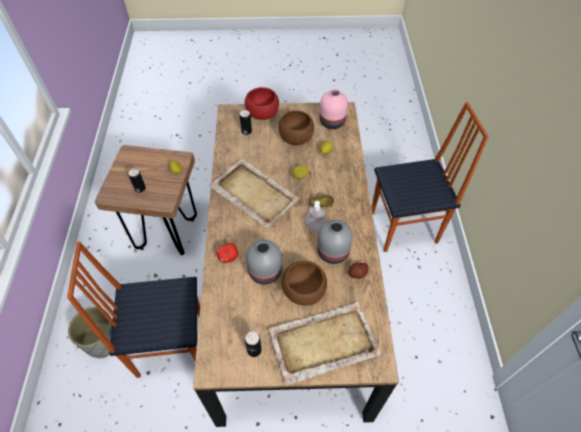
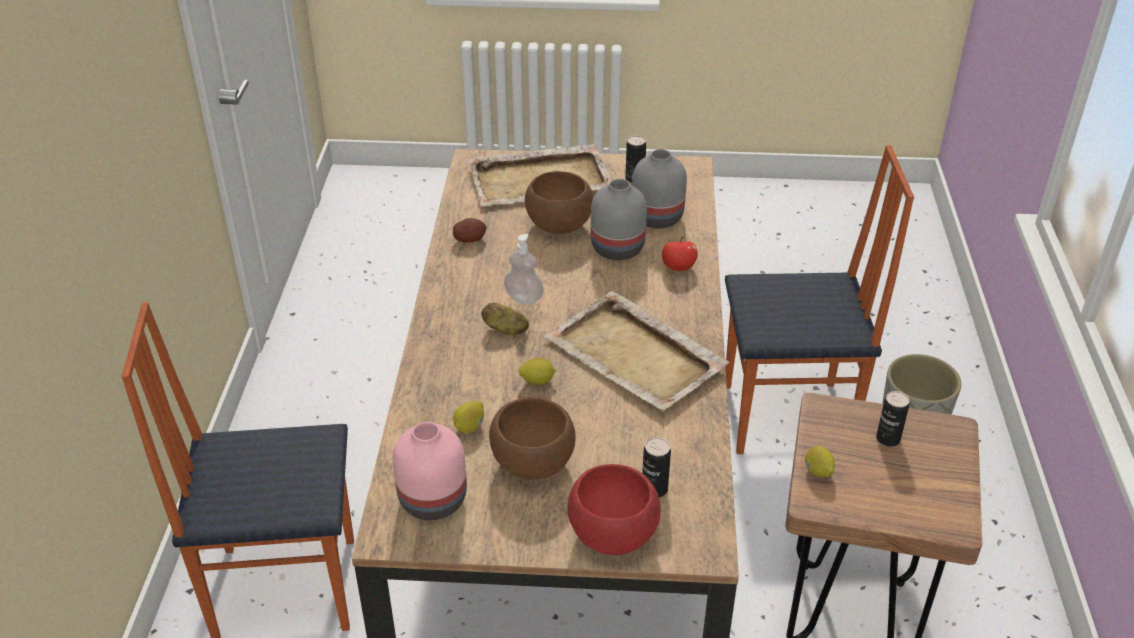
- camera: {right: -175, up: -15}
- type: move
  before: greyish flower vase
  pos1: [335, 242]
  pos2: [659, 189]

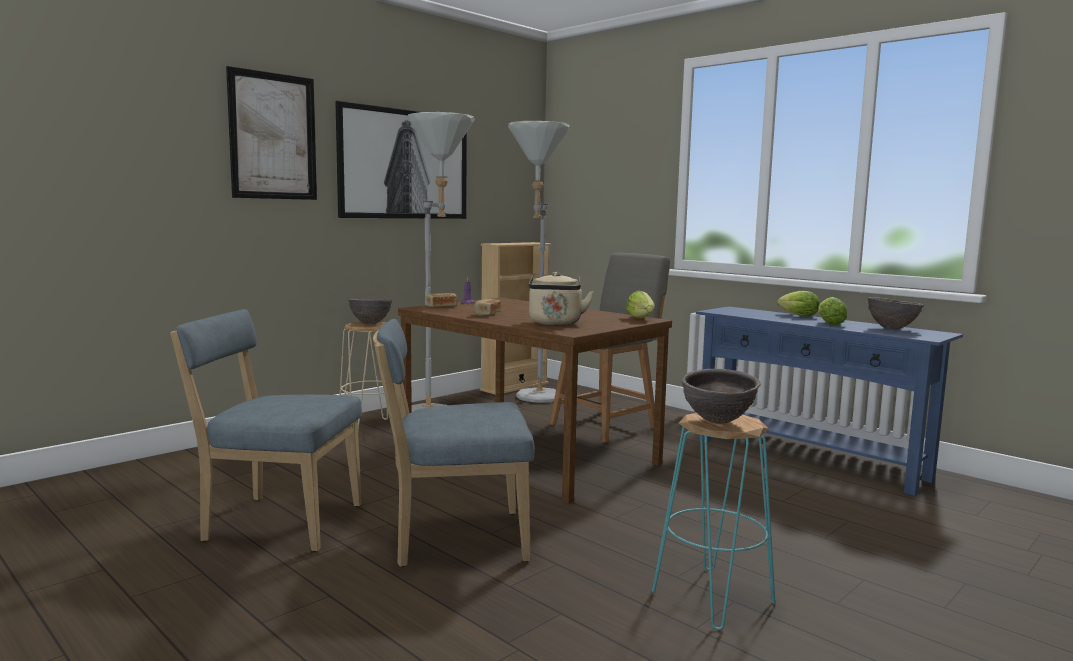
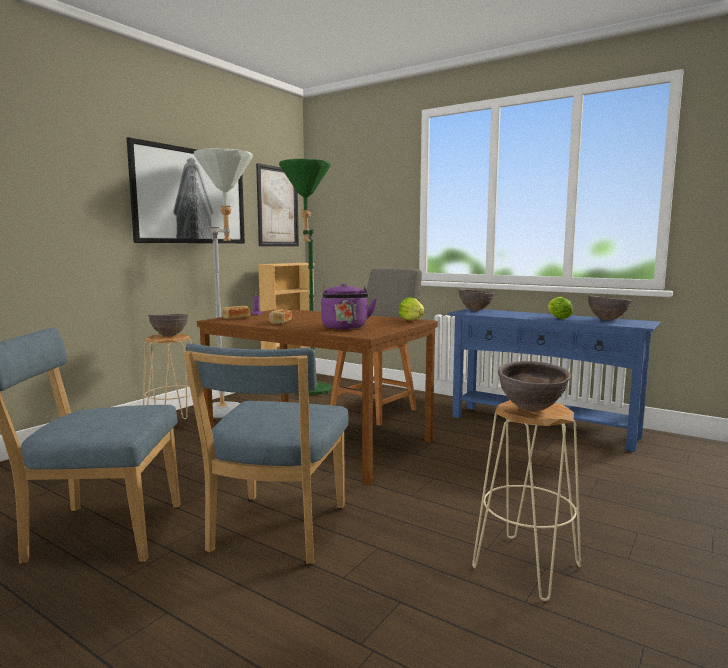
- camera: {right: -10, up: 0}
- type: rotate
  before: blue chair
  pos1: [454, 443]
  pos2: [265, 453]
  turn: -60
- type: move
  before: wall picture
  pos1: [271, 133]
  pos2: [277, 204]
- type: recolor
  before: greyish floor lamp
  after: green floor lamp
  pos1: [539, 262]
  pos2: [305, 277]
- type: recolor
  before: beige-coloured tea kettle
  after: purple tea kettle
  pos1: [561, 298]
  pos2: [349, 306]
- type: insert
  after: brown deep dish
  pos2: [477, 300]
- type: recolor
  before: turquoise-coloured stool seat
  after: beige-coloured stool seat
  pos1: [713, 521]
  pos2: [526, 500]
- type: delete
  before: lettuce head
  pos1: [798, 304]

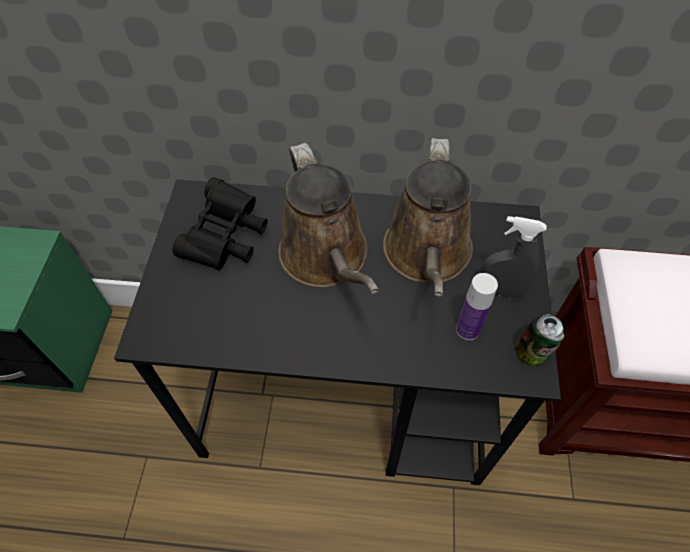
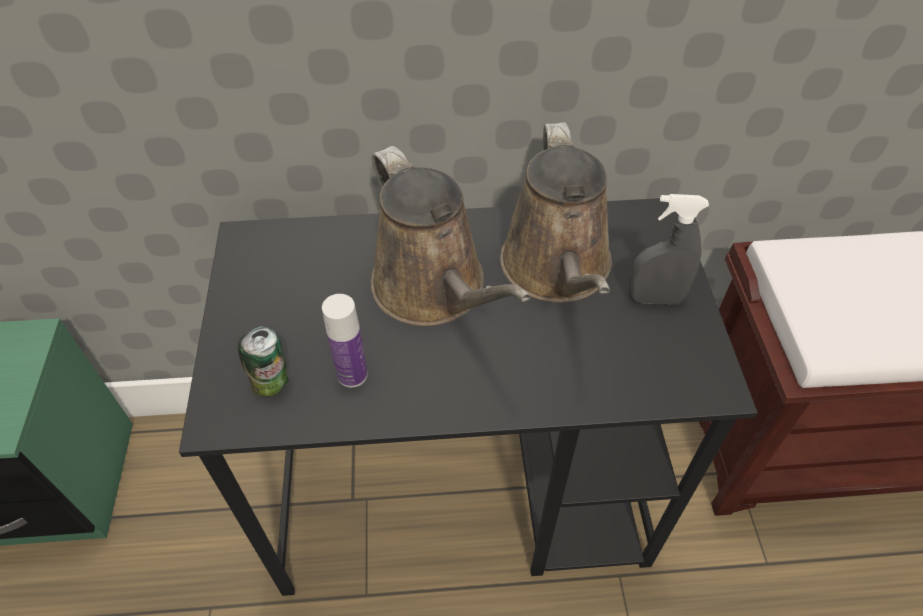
- camera: {right: -10, up: -5}
- type: move
  before: can
  pos1: [539, 339]
  pos2: [263, 361]
- type: move
  before: beverage bottle
  pos1: [477, 306]
  pos2: [345, 341]
- type: delete
  before: black pair of binoculars
  pos1: [220, 224]

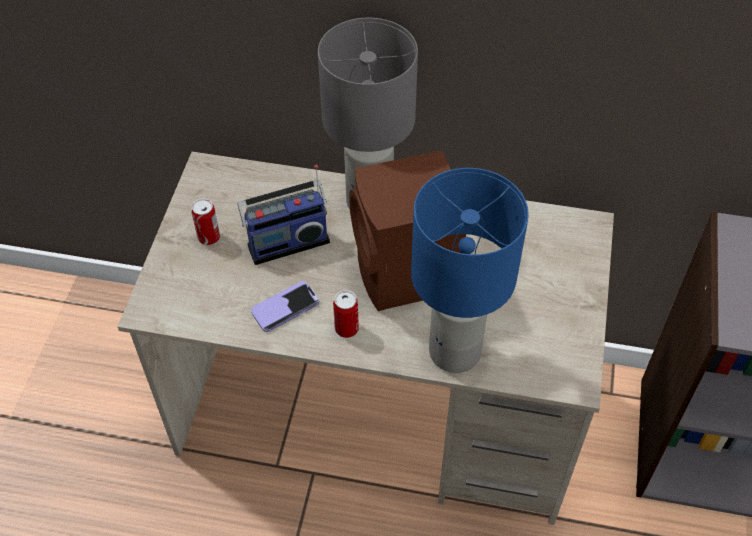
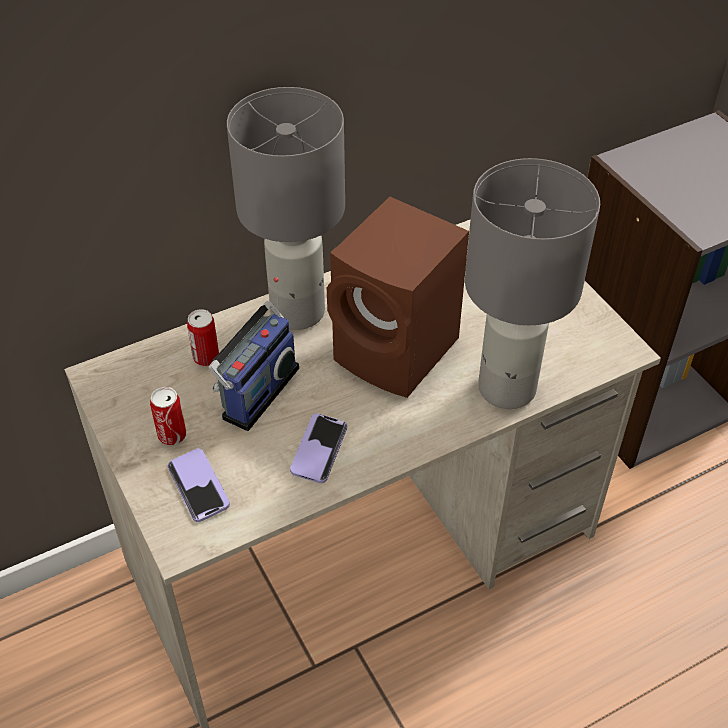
- camera: {right: -40, up: -5}
- type: insert
  after: phone
  pos2: [198, 485]
- type: move
  before: can
  pos1: [346, 314]
  pos2: [203, 337]
- type: recolor
  before: blue table lamp
  after: greyish table lamp
  pos1: [470, 270]
  pos2: [532, 283]

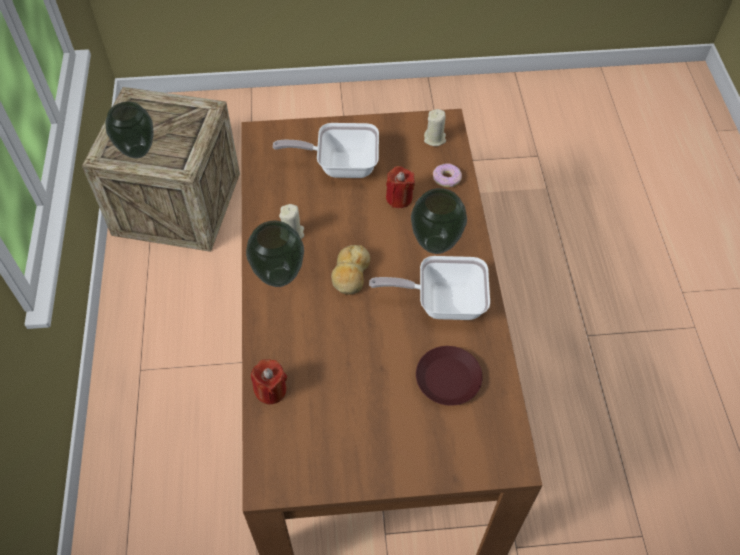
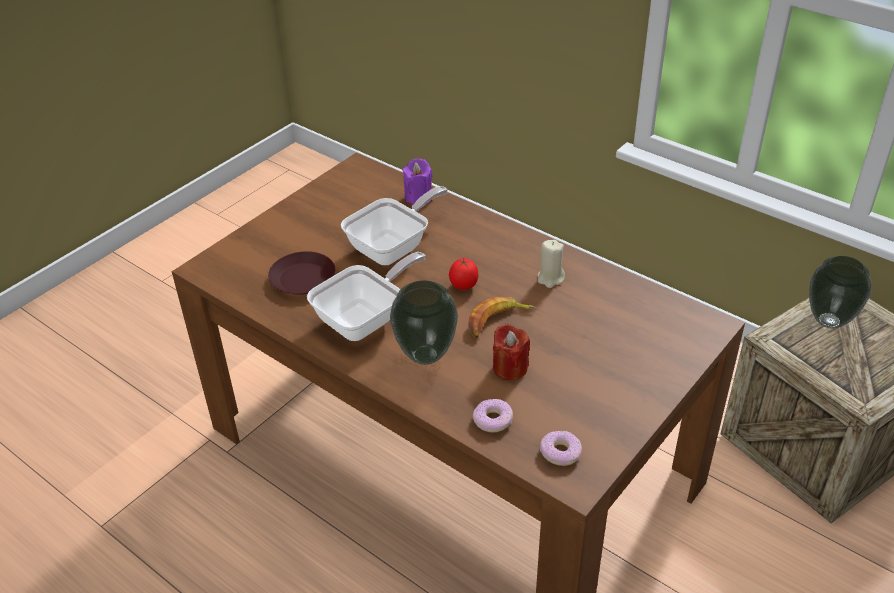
- camera: {right: 135, up: -15}
- type: move
  before: skillet
  pos1: [326, 150]
  pos2: [394, 225]
- type: recolor
  before: reddish candle
  after: purple candle
  pos1: [269, 381]
  pos2: [417, 181]
- type: replace
  before: bread
  after: tomato
  pos1: [350, 270]
  pos2: [463, 273]
- type: insert
  after: banana
  pos2: [501, 317]
- type: replace
  before: beige-coloured candle
  after: donut
  pos1: [435, 127]
  pos2: [561, 448]
- type: delete
  before: flower vase
  pos1: [275, 254]

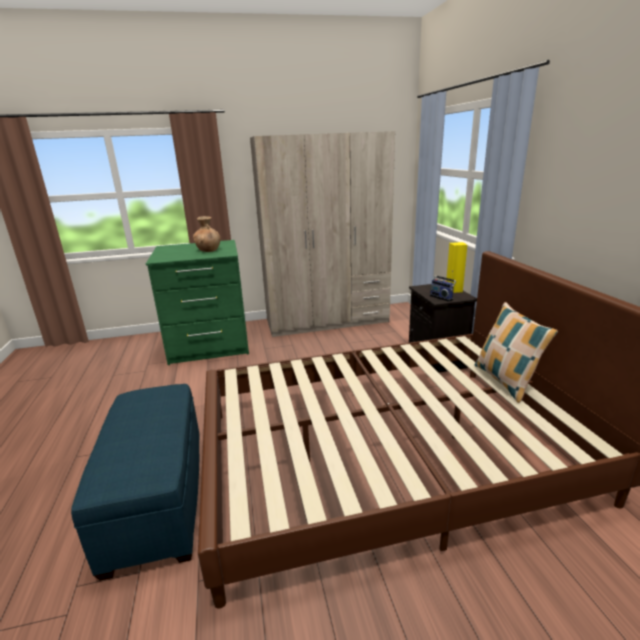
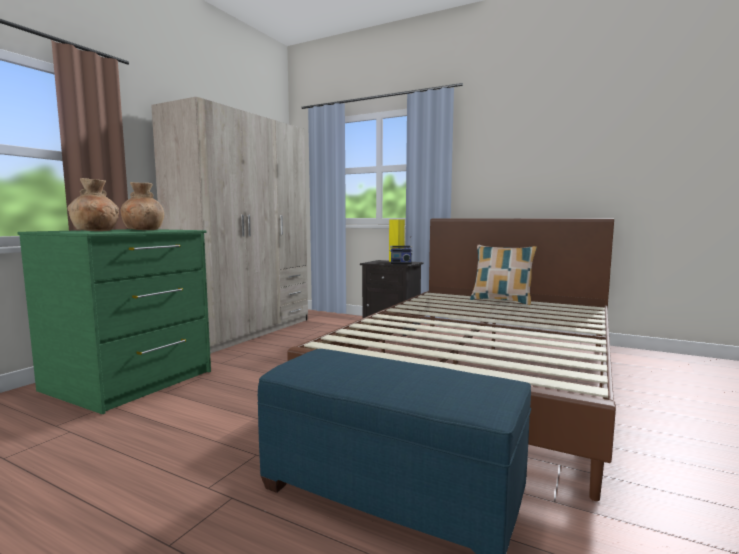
- camera: {right: -50, up: -15}
- type: insert
  after: brown flower vase
  pos2: [93, 204]

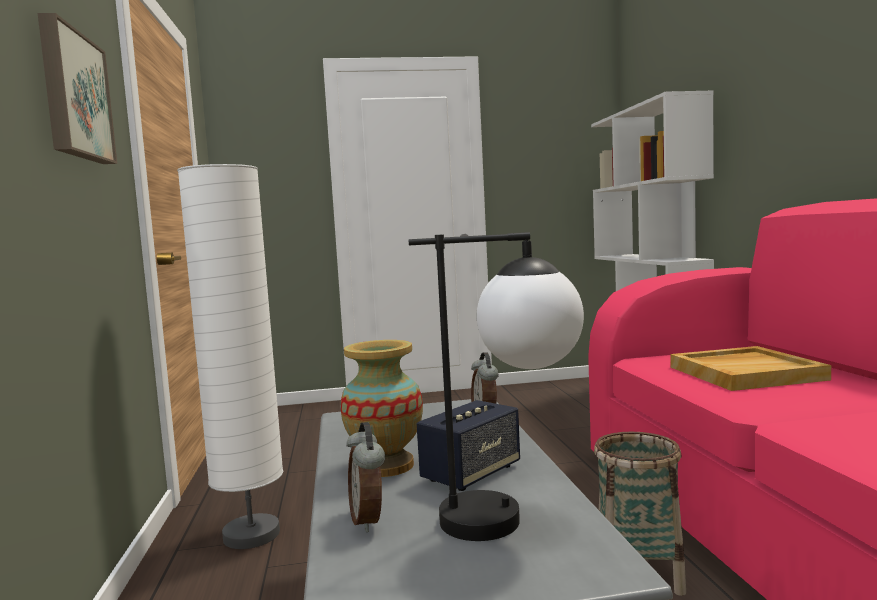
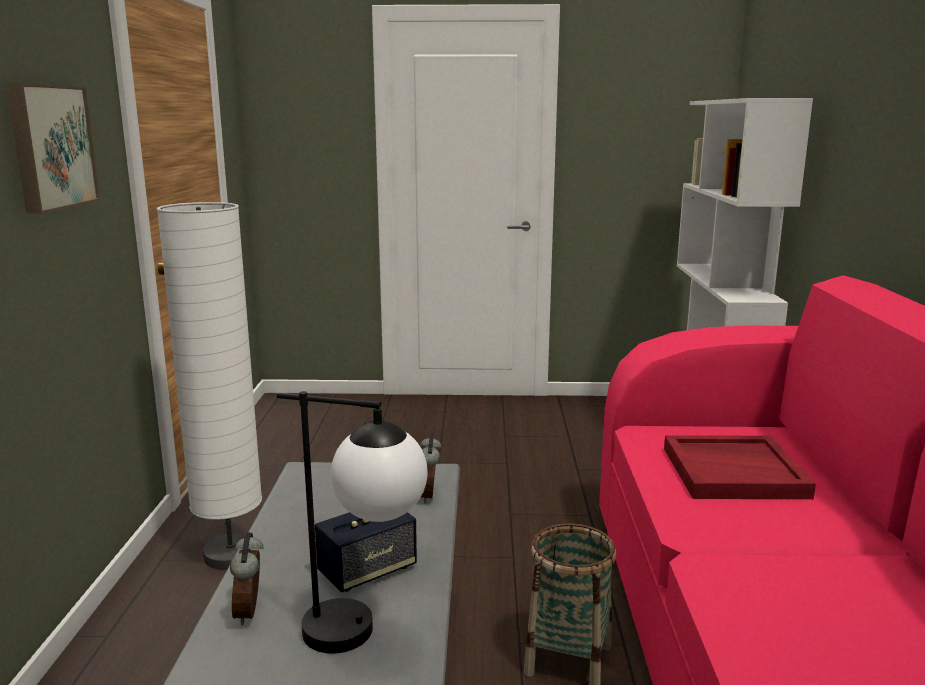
- camera: {right: 10, up: 10}
- type: recolor
  before: beige-coloured serving tray
  after: reddish serving tray
  pos1: [750, 368]
  pos2: [740, 467]
- type: delete
  before: flower vase
  pos1: [382, 408]

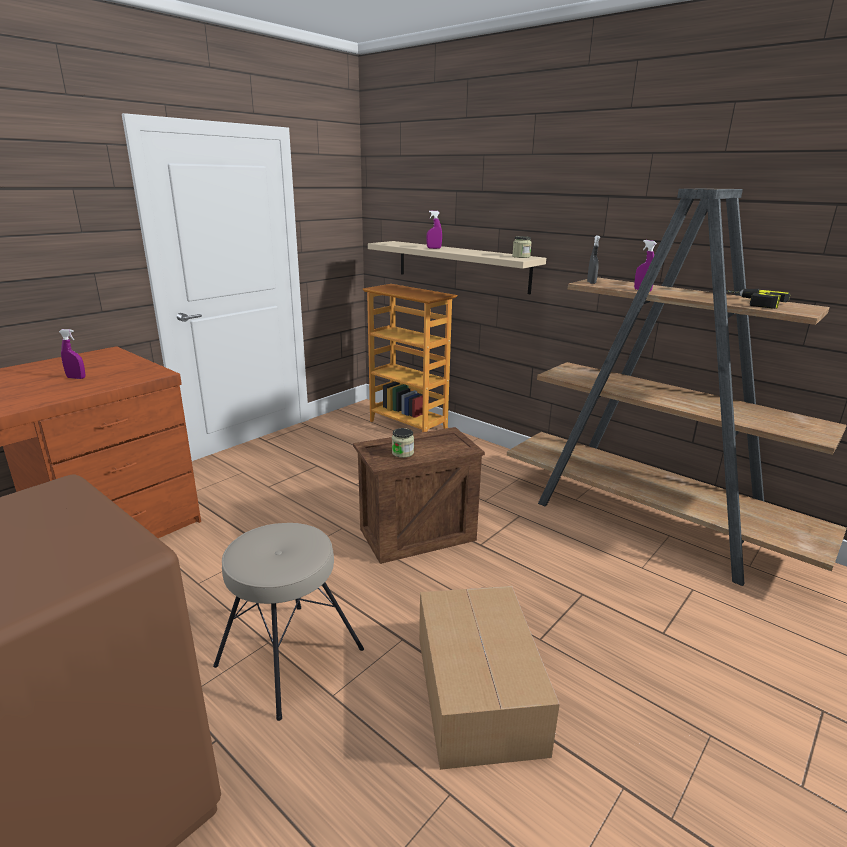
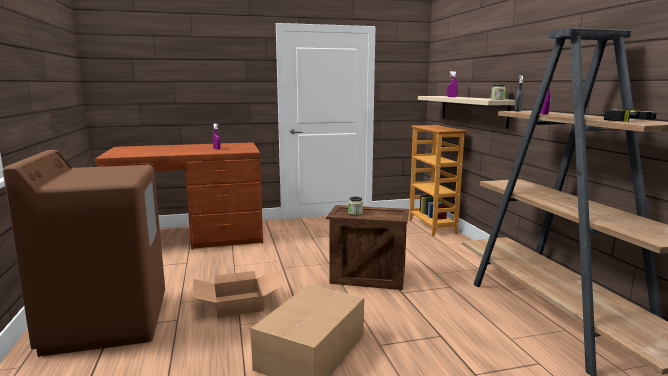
- camera: {right: 35, up: -10}
- type: replace
  before: beige-coloured stool seat
  after: cardboard box
  pos1: [288, 622]
  pos2: [238, 293]

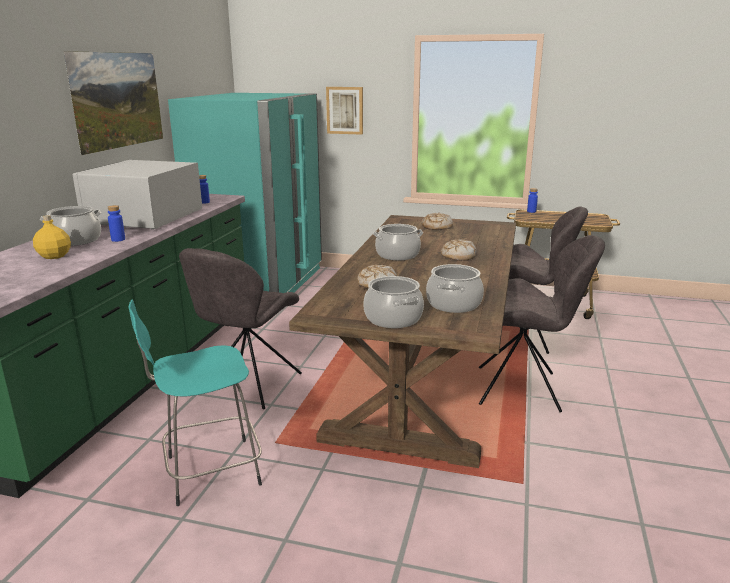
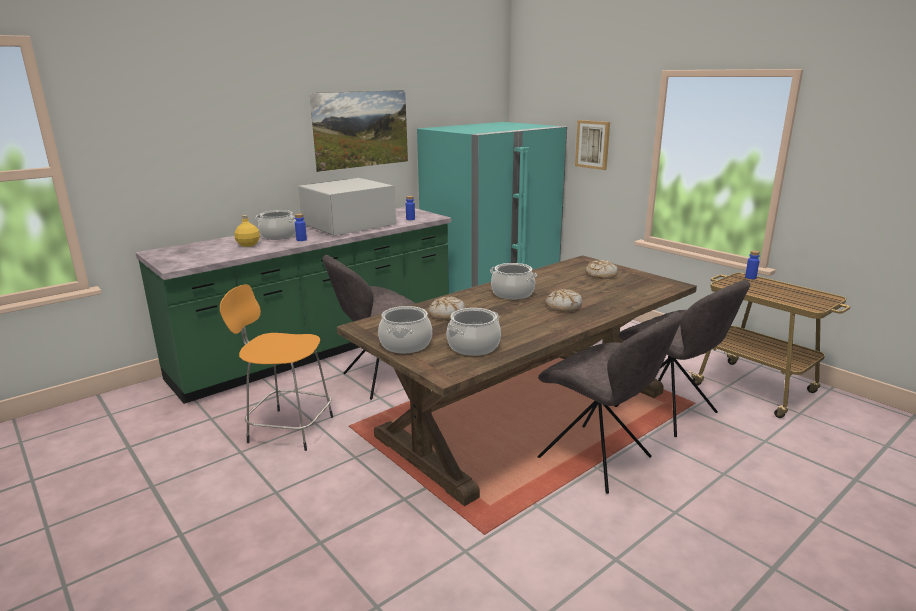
- camera: {right: 35, up: 0}
- type: recolor
  before: turquoise-coloured stool seat
  after: orange-coloured stool seat
  pos1: [195, 403]
  pos2: [276, 367]

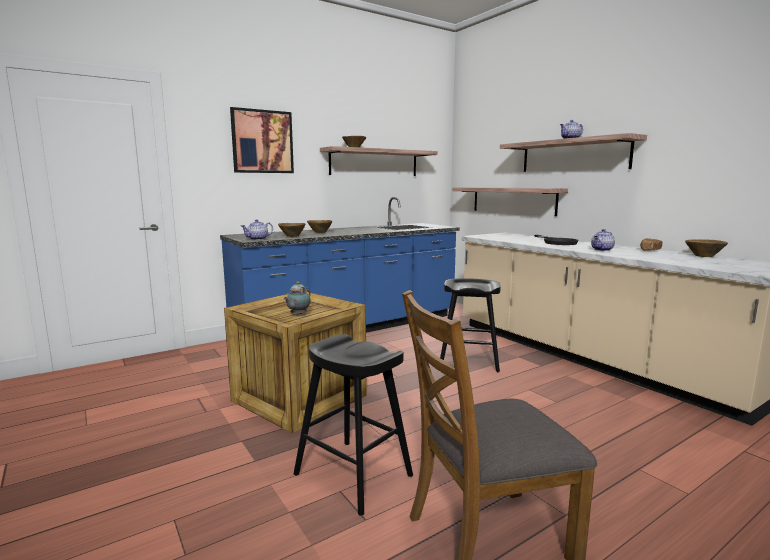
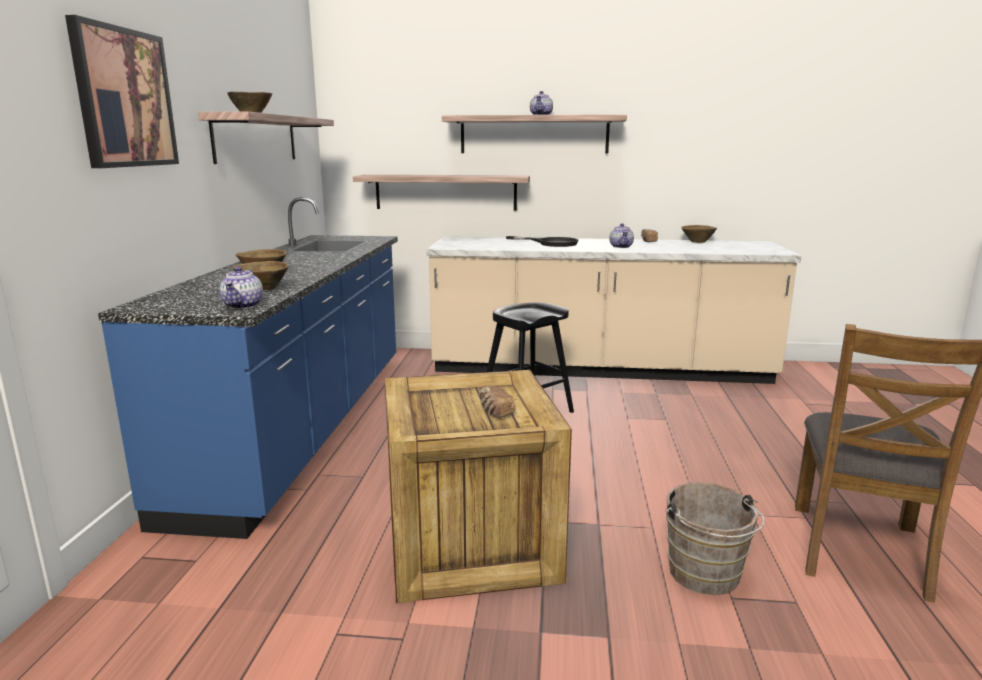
- camera: {right: -50, up: 5}
- type: replace
  before: teapot
  after: bread
  pos1: [297, 298]
  pos2: [497, 402]
- type: replace
  before: black stool seat
  after: brown water bucket
  pos1: [353, 425]
  pos2: [715, 538]

